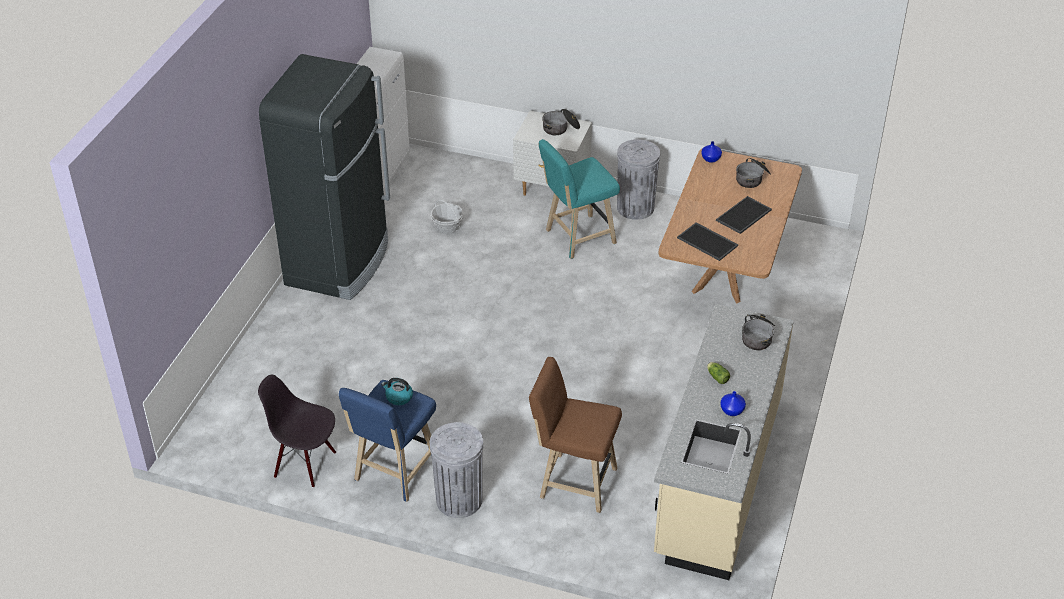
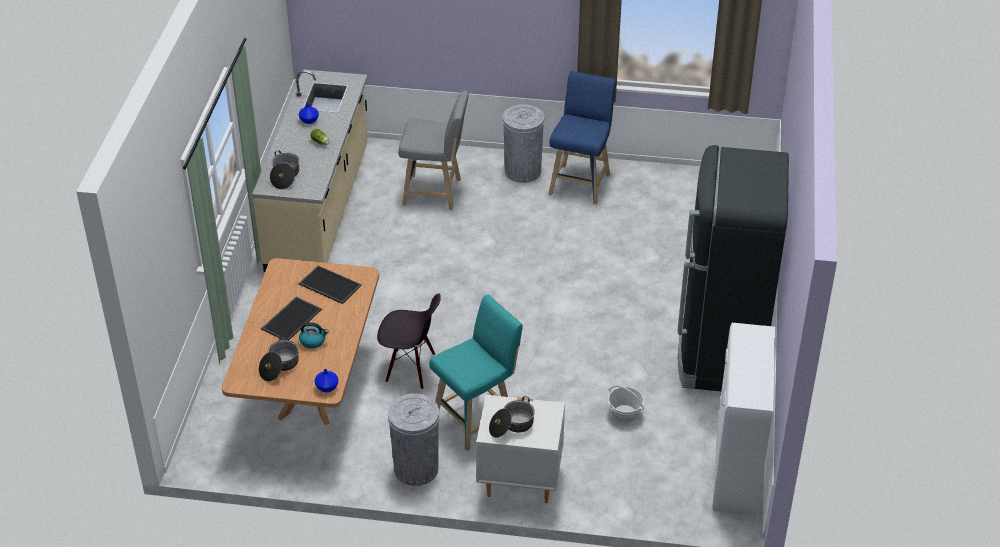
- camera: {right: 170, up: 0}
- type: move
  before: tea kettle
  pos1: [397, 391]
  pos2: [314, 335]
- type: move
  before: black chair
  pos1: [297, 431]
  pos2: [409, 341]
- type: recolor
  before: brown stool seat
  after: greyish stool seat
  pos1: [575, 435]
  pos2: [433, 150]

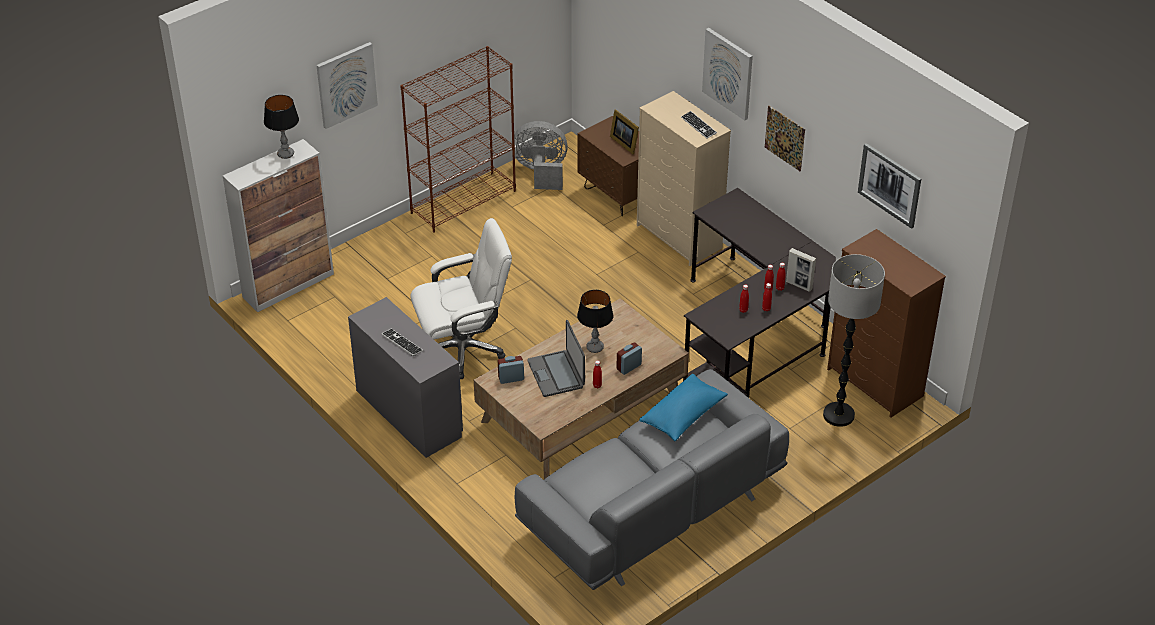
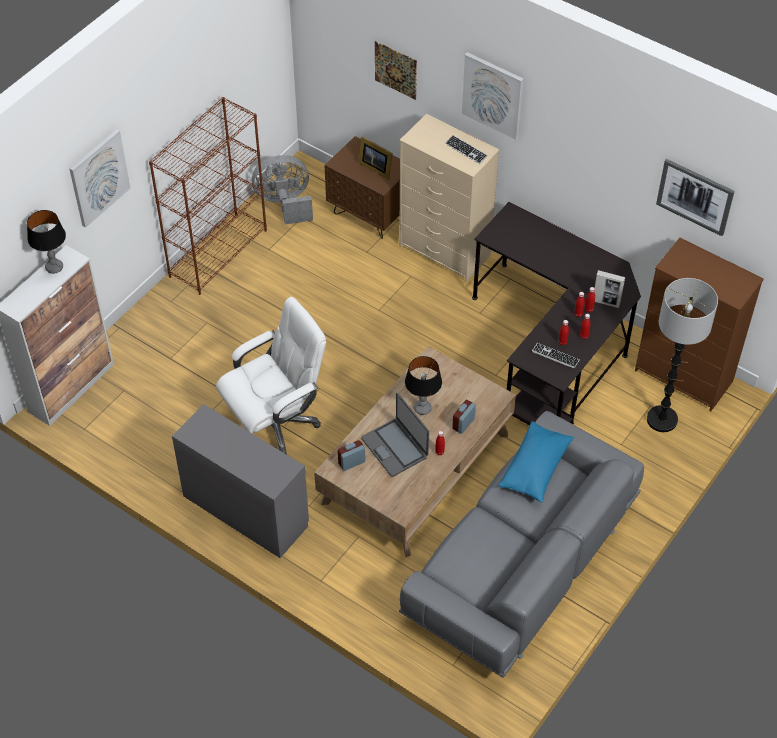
- camera: {right: -15, up: 10}
- type: move
  before: wall picture
  pos1: [785, 138]
  pos2: [396, 70]
- type: move
  before: keyboard
  pos1: [402, 342]
  pos2: [556, 355]

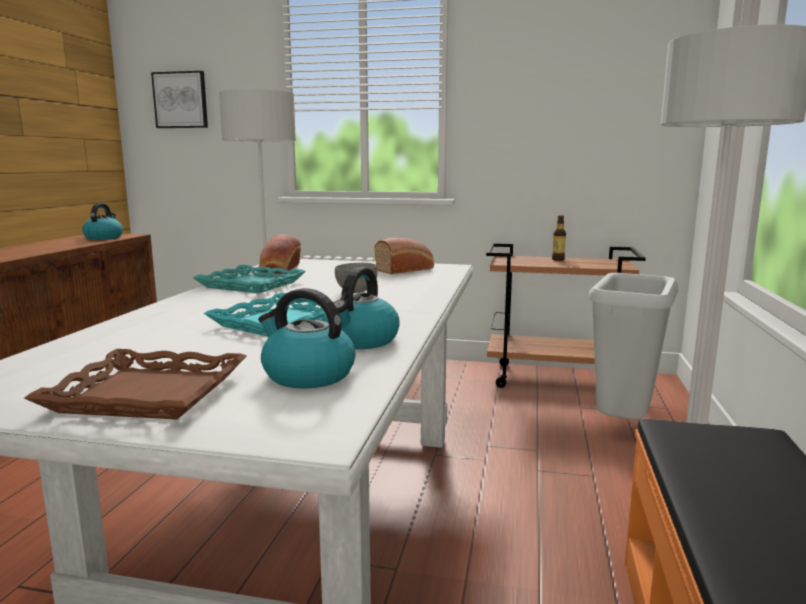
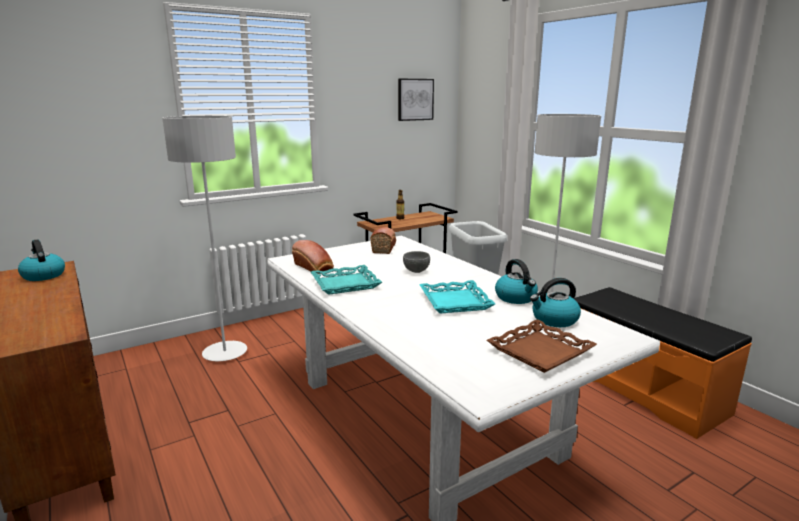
- camera: {right: -45, up: 5}
- type: move
  before: wall picture
  pos1: [179, 99]
  pos2: [416, 100]

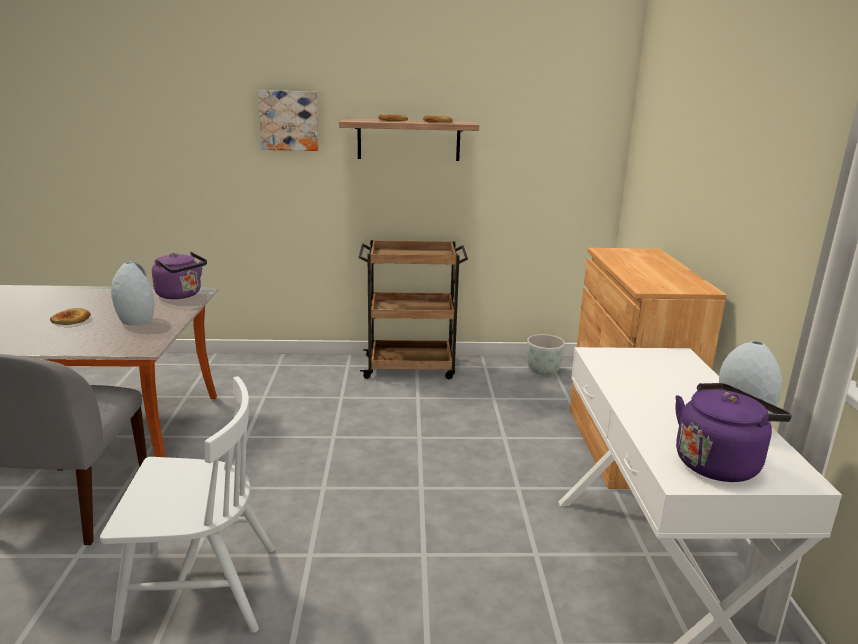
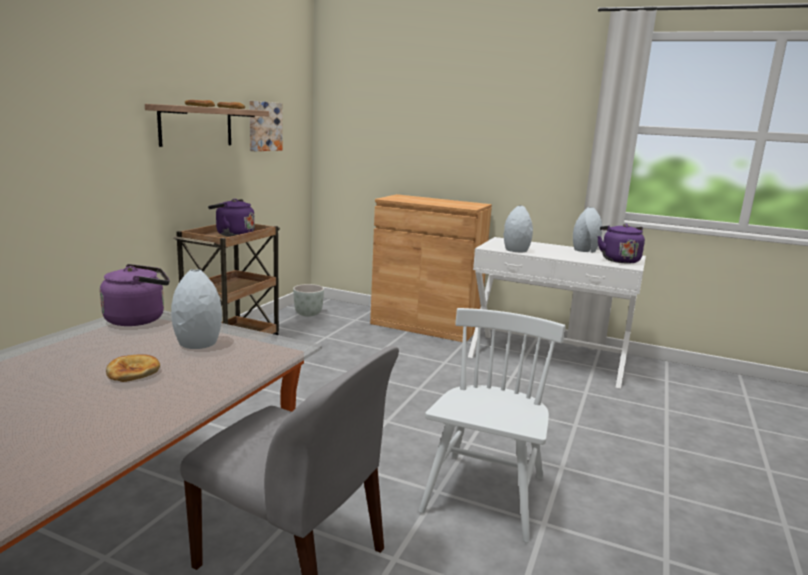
- camera: {right: -65, up: -5}
- type: insert
  after: purple tea kettle
  pos2: [231, 218]
- type: move
  before: wall picture
  pos1: [288, 120]
  pos2: [266, 126]
- type: insert
  after: greyish flower vase
  pos2: [518, 228]

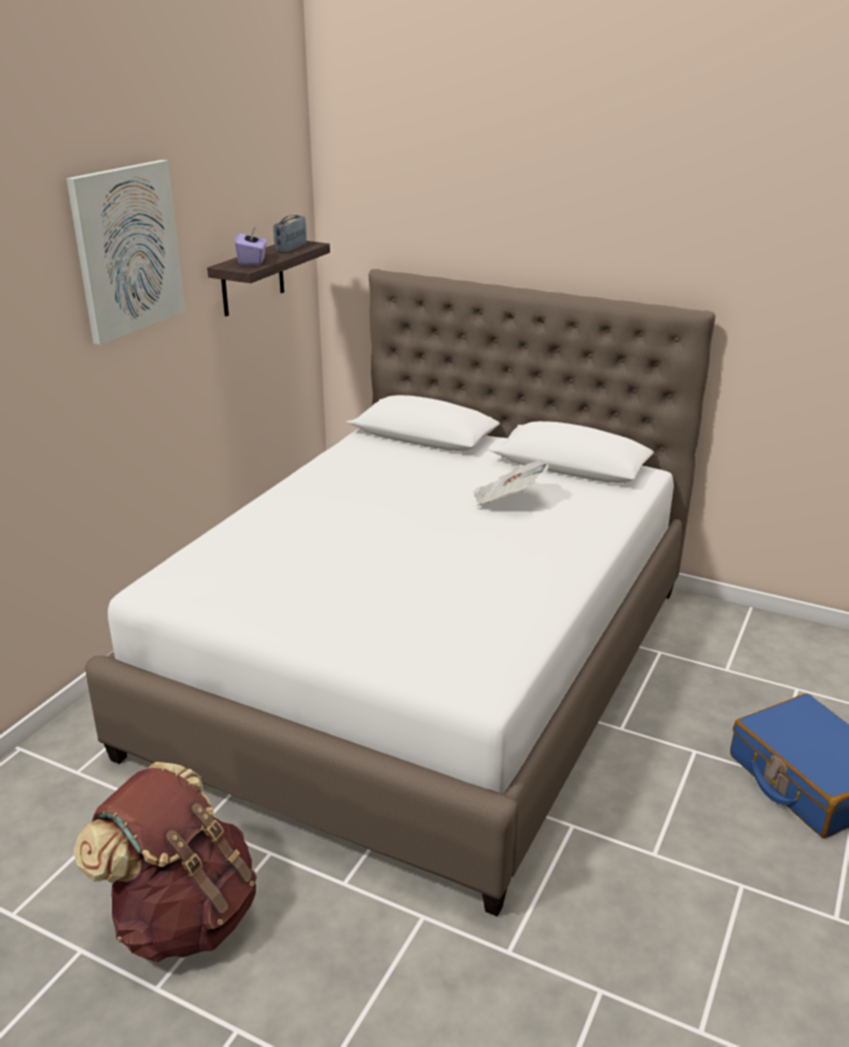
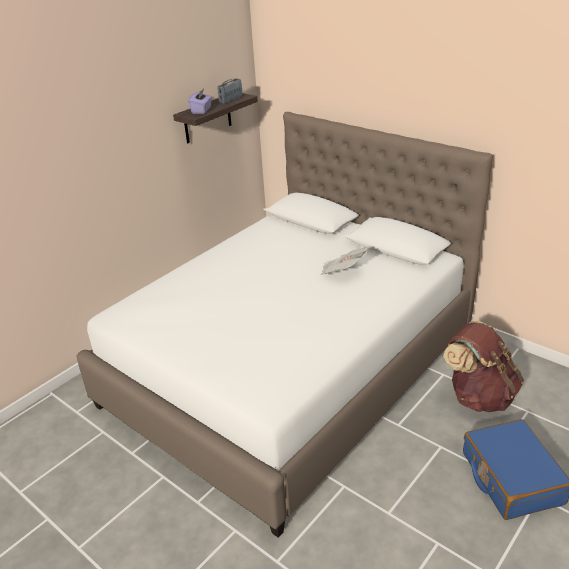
- camera: {right: 15, up: 5}
- type: move
  before: brown backpack
  pos1: [165, 862]
  pos2: [483, 366]
- type: delete
  before: wall picture
  pos1: [126, 252]

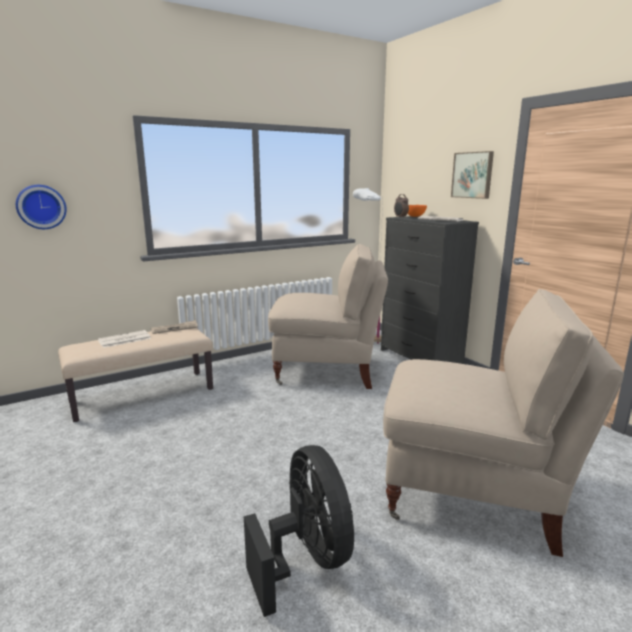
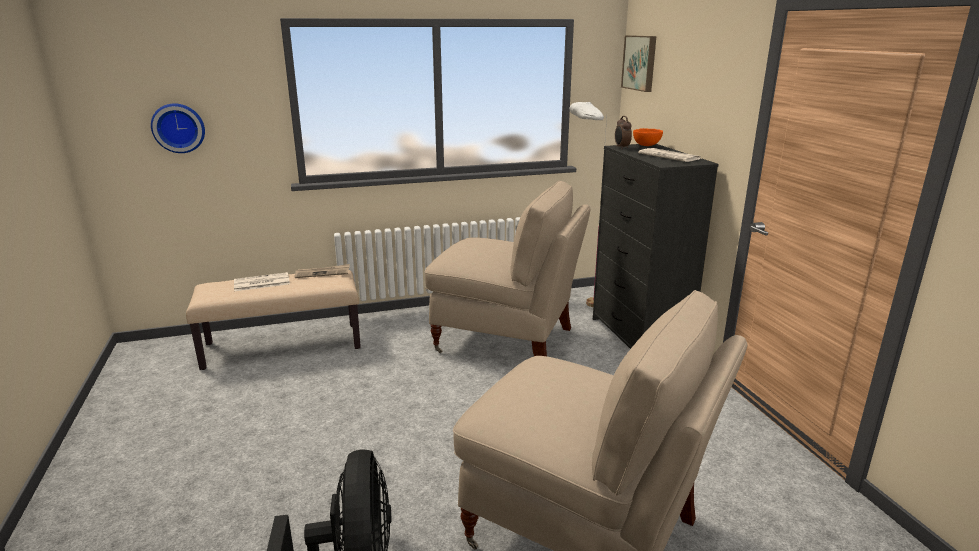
- camera: {right: 15, up: 5}
- type: move
  before: wall picture
  pos1: [472, 175]
  pos2: [638, 63]

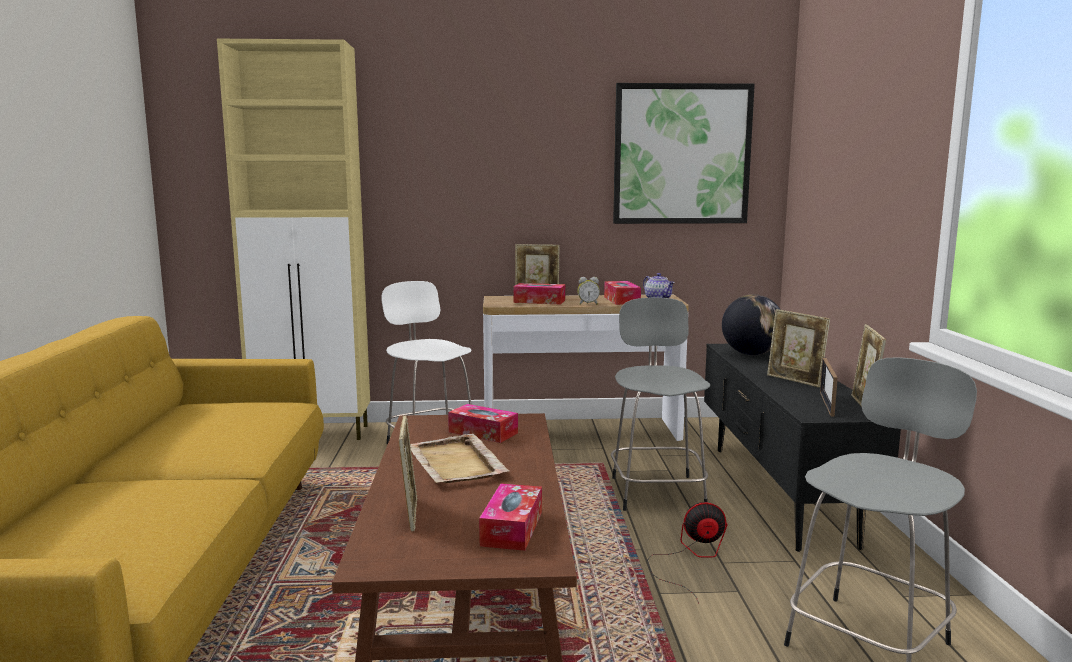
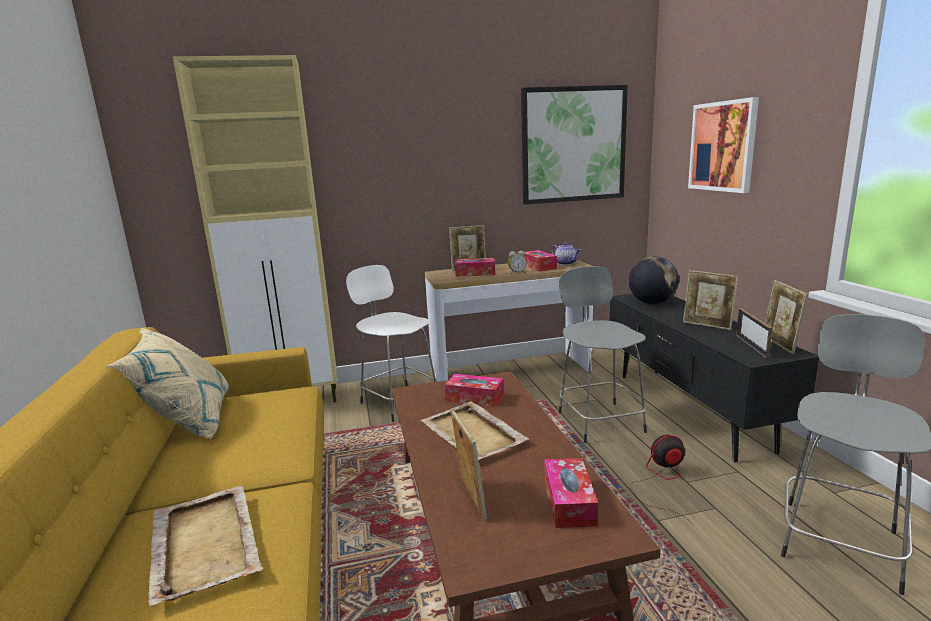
- camera: {right: -10, up: 5}
- type: insert
  after: beige-coloured throw pillow
  pos2: [167, 383]
- type: insert
  after: beige-coloured serving tray
  pos2: [205, 545]
- type: insert
  after: wall picture
  pos2: [723, 145]

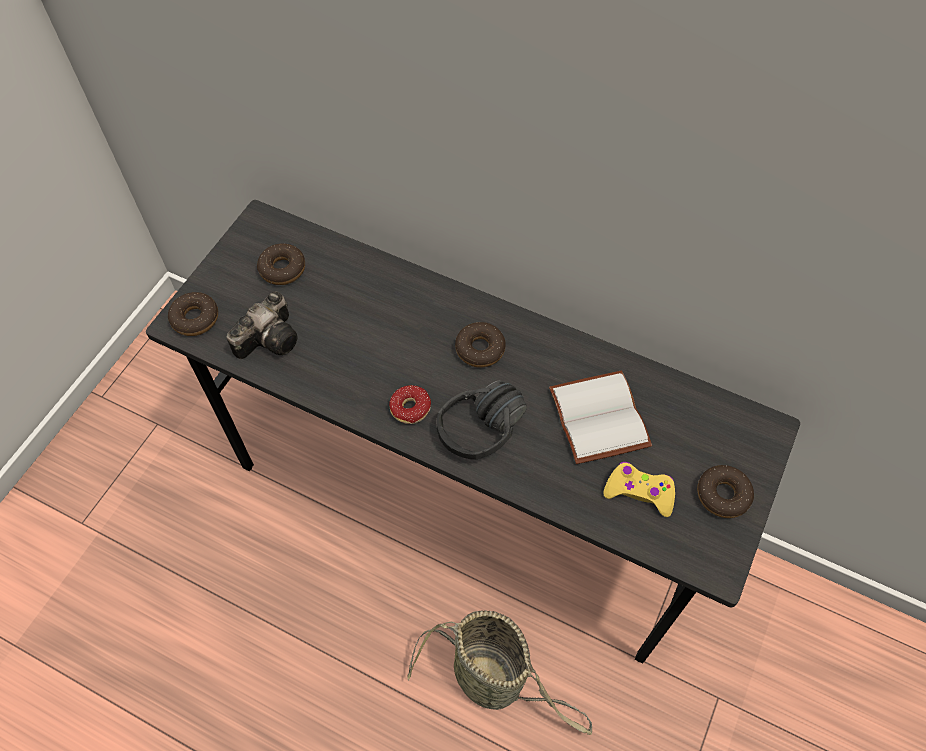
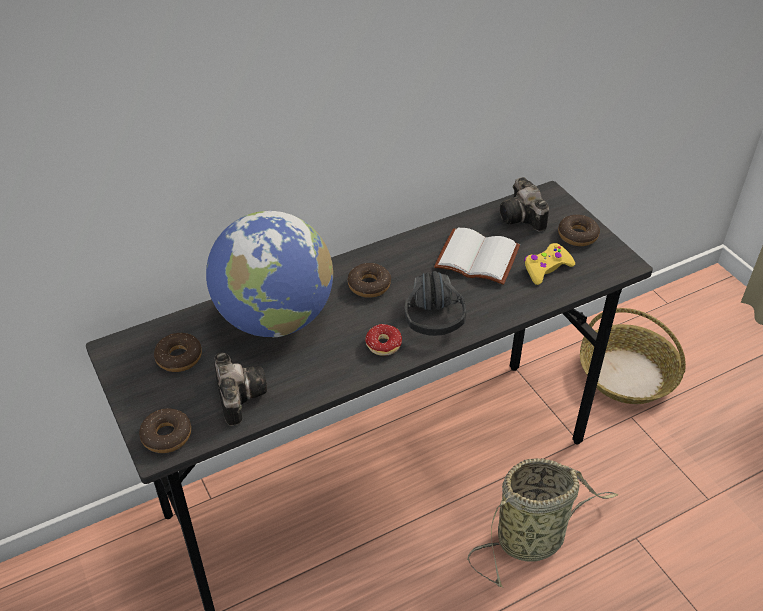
- camera: {right: -55, up: -15}
- type: insert
  after: globe
  pos2: [269, 274]
- type: insert
  after: still camera
  pos2: [524, 204]
- type: insert
  after: household basket
  pos2: [633, 356]

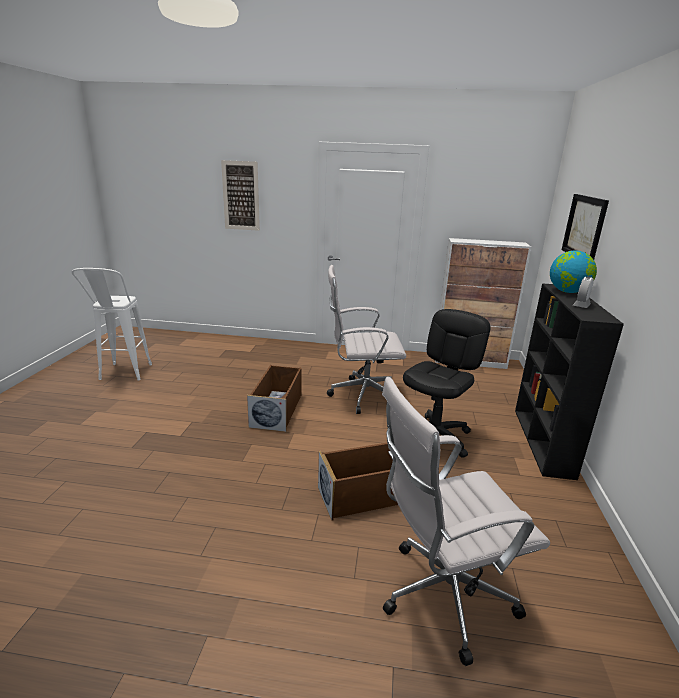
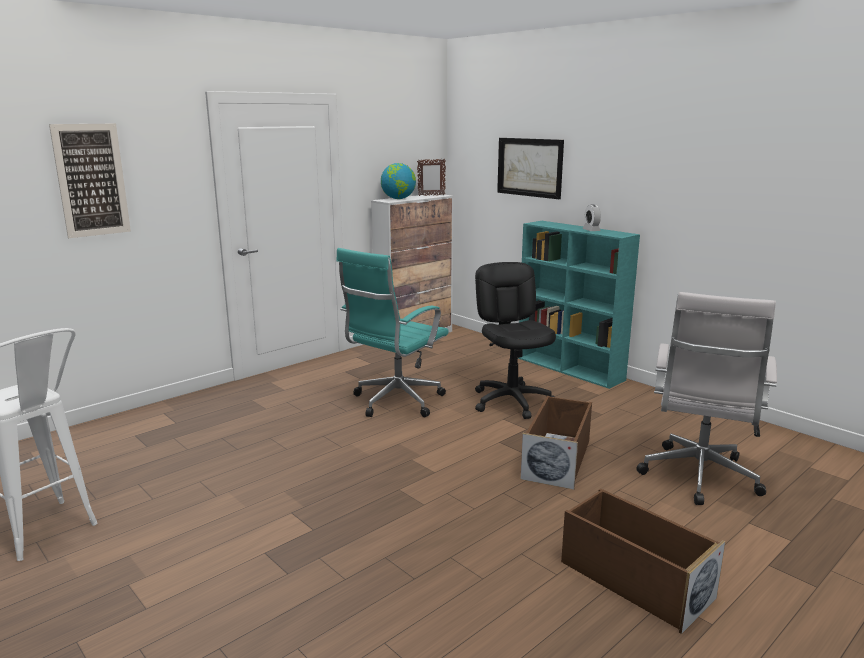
- camera: {right: -50, up: -5}
- type: recolor
  before: white-coloured desk chair
  after: turquoise-coloured desk chair
  pos1: [366, 339]
  pos2: [392, 332]
- type: move
  before: globe
  pos1: [573, 271]
  pos2: [398, 181]
- type: insert
  after: standing frame
  pos2: [431, 177]
- type: recolor
  before: black shelving unit
  after: turquoise-coloured shelving unit
  pos1: [569, 381]
  pos2: [579, 305]
- type: move
  before: brown storage box
  pos1: [274, 398]
  pos2: [643, 561]

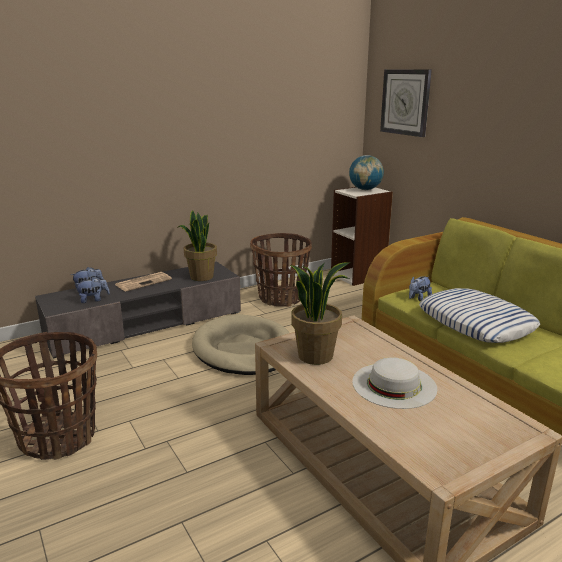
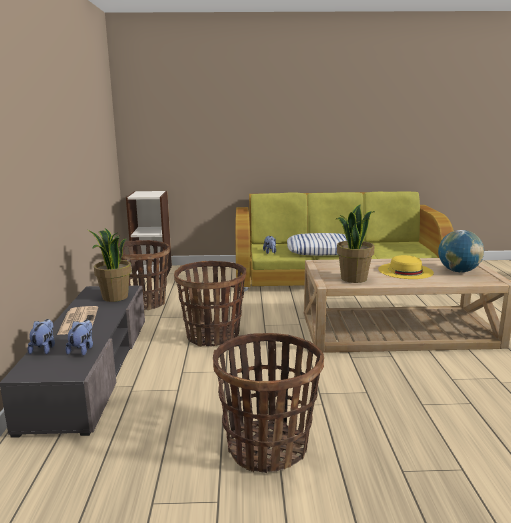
- camera: {right: -60, up: -5}
- type: replace
  before: beige-coloured pet bed
  after: household basket
  pos1: [241, 344]
  pos2: [210, 304]
- type: recolor
  before: white-coloured clothing hat
  after: yellow-coloured clothing hat
  pos1: [394, 383]
  pos2: [406, 267]
- type: move
  before: globe
  pos1: [366, 172]
  pos2: [461, 251]
- type: delete
  before: wall clock
  pos1: [406, 103]

